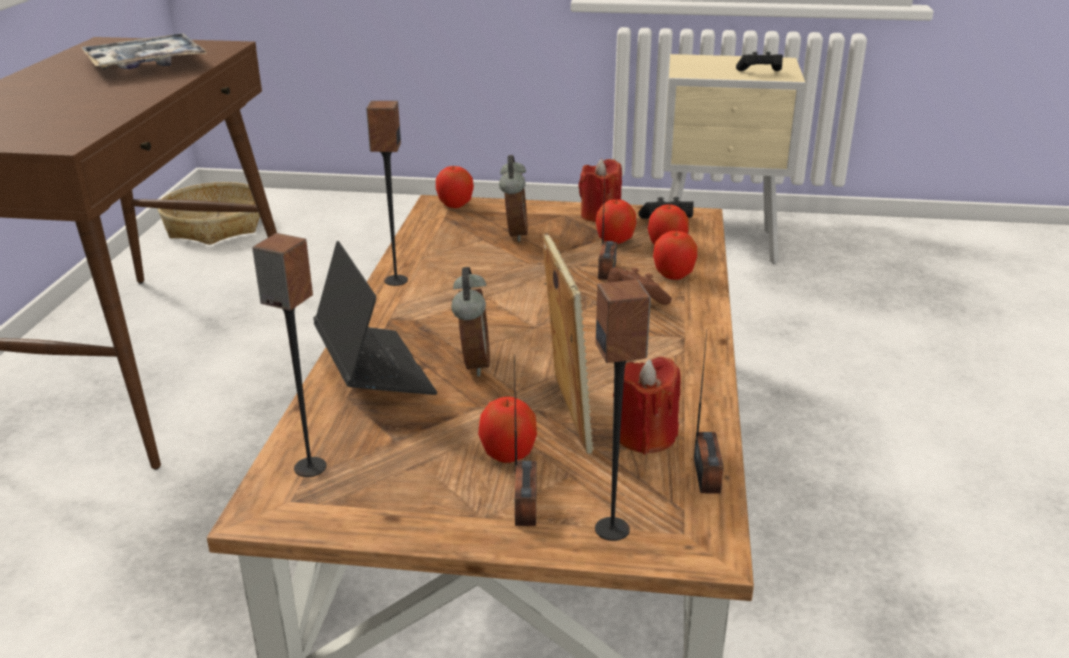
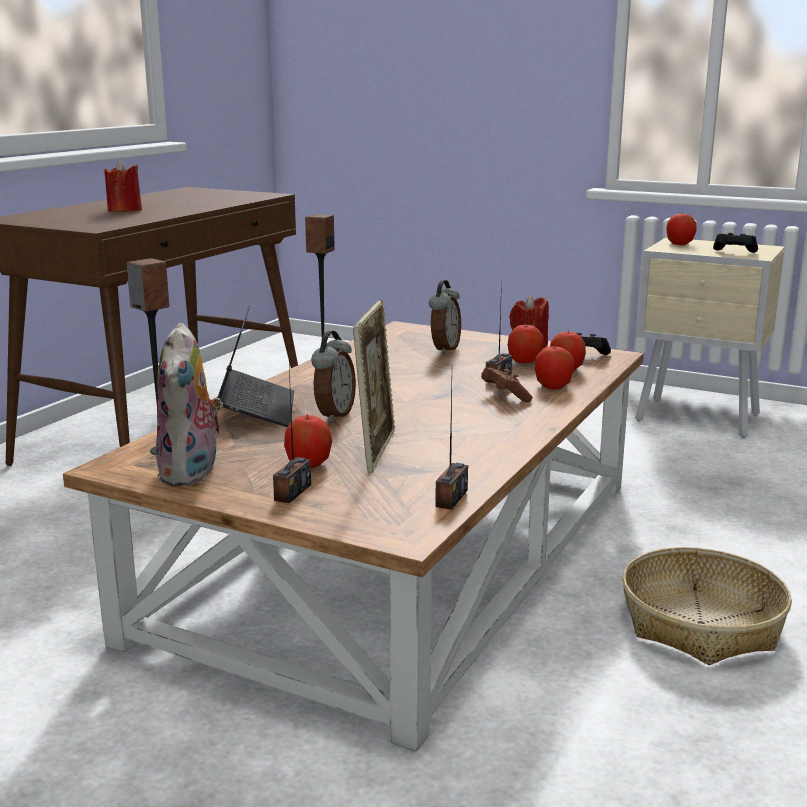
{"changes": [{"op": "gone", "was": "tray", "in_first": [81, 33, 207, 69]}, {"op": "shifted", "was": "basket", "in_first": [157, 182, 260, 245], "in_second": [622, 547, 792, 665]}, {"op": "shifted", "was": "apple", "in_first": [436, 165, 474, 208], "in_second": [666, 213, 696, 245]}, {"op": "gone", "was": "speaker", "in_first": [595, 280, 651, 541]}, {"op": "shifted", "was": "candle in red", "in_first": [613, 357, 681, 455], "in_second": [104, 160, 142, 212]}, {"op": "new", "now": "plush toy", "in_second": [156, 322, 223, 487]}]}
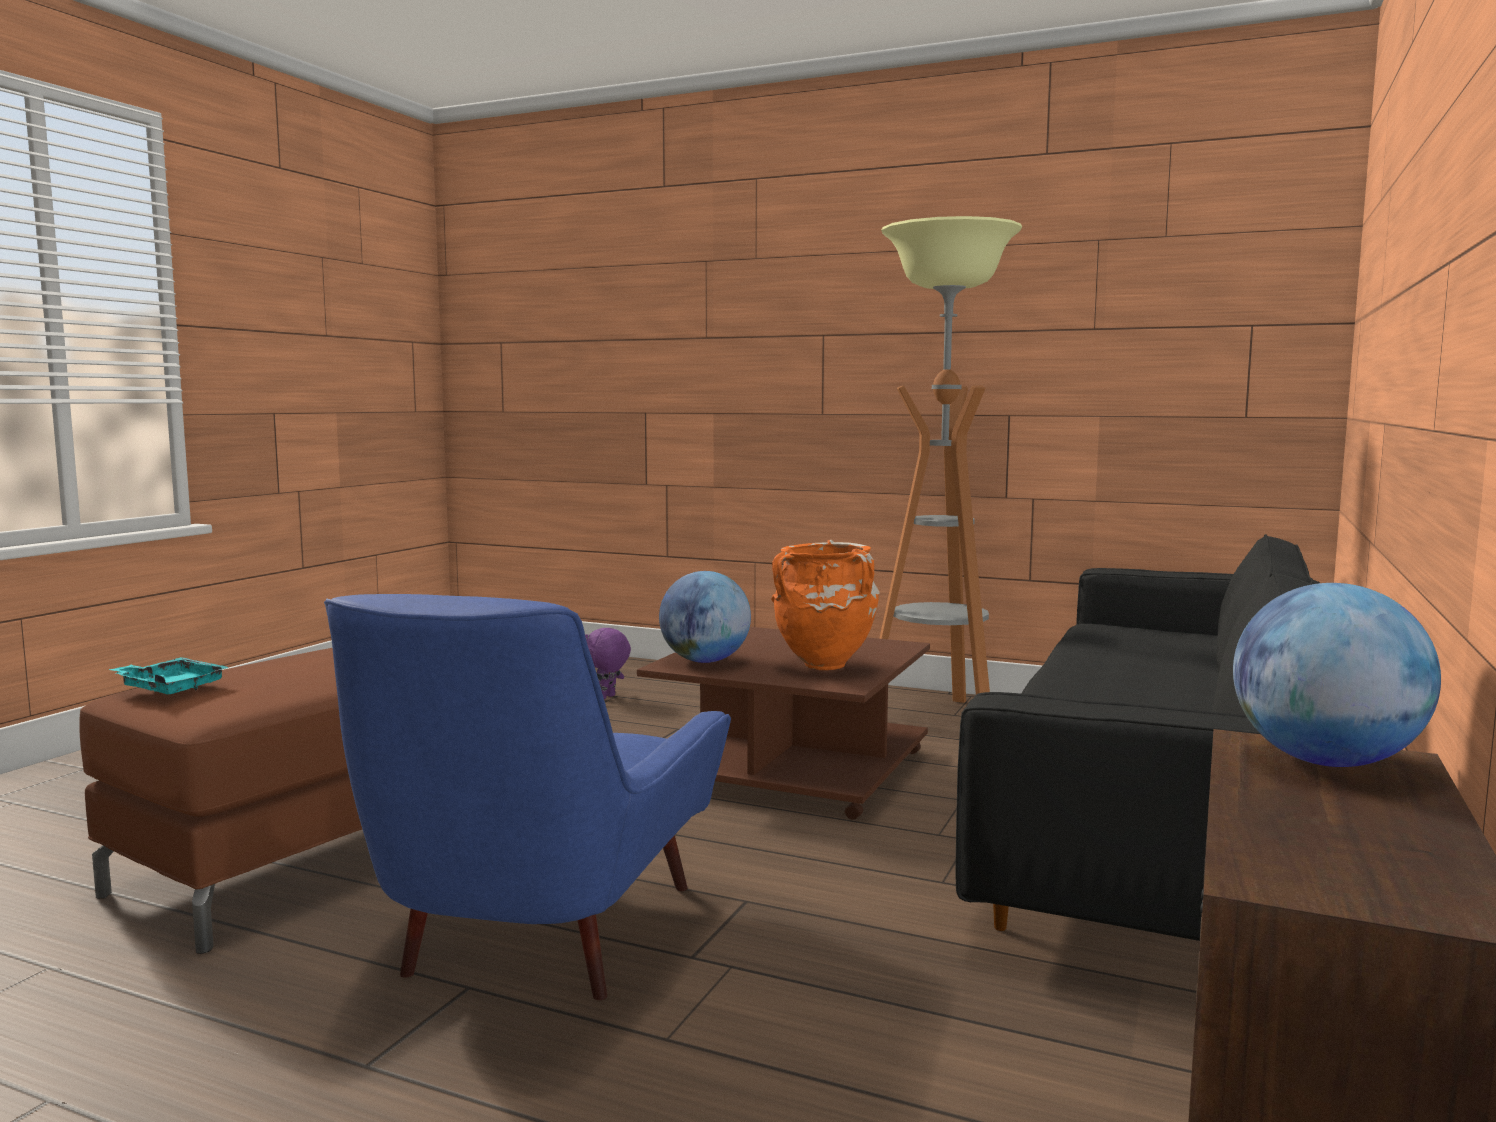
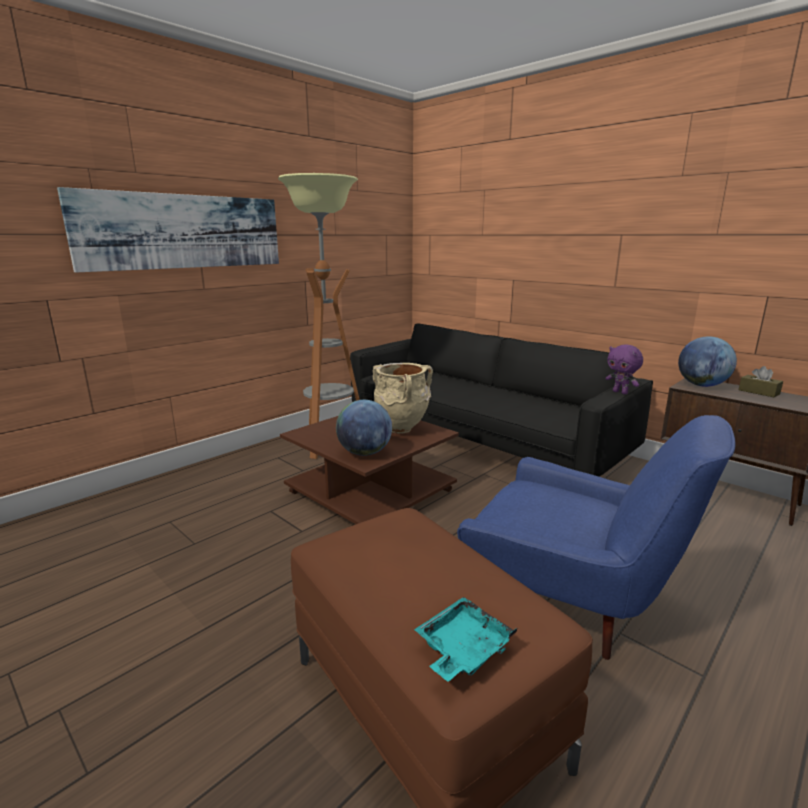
{"changes": [{"op": "shifted", "was": "plush toy in purple", "in_first": [585, 628, 631, 699], "in_second": [606, 344, 643, 394]}, {"op": "repainted", "was": "vase in orange", "now": "vase in beige", "in_first": [771, 540, 880, 670], "in_second": [372, 363, 433, 434]}, {"op": "new", "now": "picture", "in_second": [57, 187, 279, 273]}, {"op": "new", "now": "tissue box in brown", "in_second": [739, 366, 783, 397]}]}
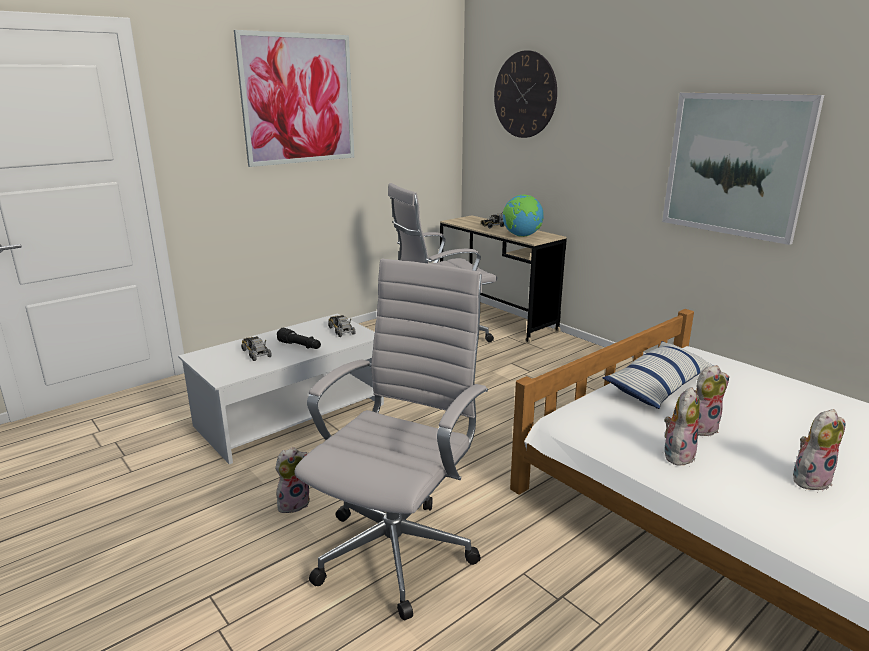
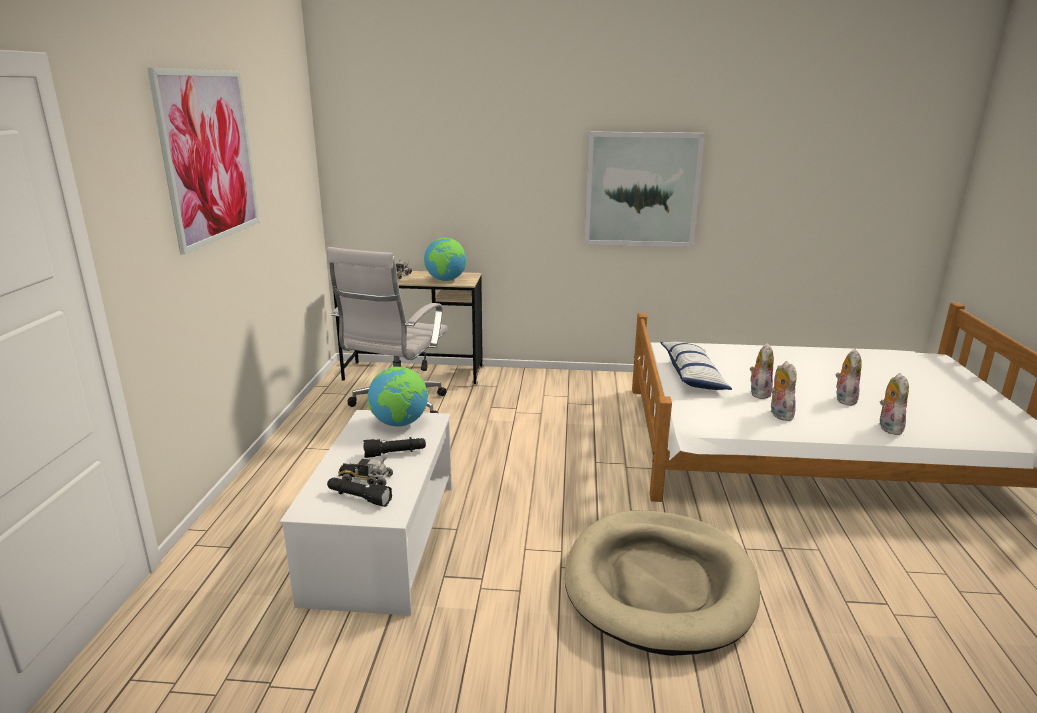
{"changes": [{"op": "shifted", "was": "plush toy", "in_first": [275, 447, 310, 513], "in_second": [880, 373, 909, 435]}, {"op": "swapped", "was": "office chair in white", "now": "dog bed in beige", "in_first": [294, 258, 488, 621], "in_second": [564, 511, 760, 656]}, {"op": "swapped", "was": "toy truck", "now": "globe", "in_first": [328, 315, 356, 337], "in_second": [367, 367, 428, 427]}, {"op": "gone", "was": "wall clock", "in_first": [494, 50, 557, 138]}, {"op": "new", "now": "flashlight in black", "in_second": [327, 478, 392, 507]}]}
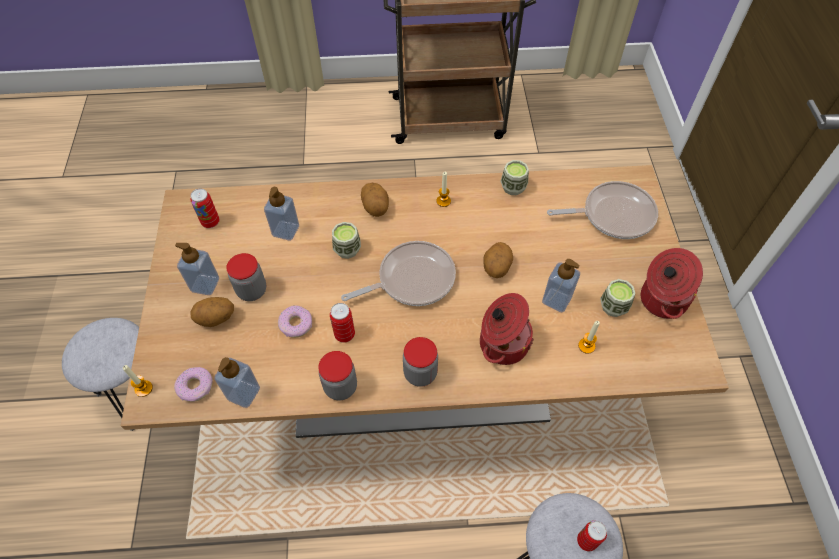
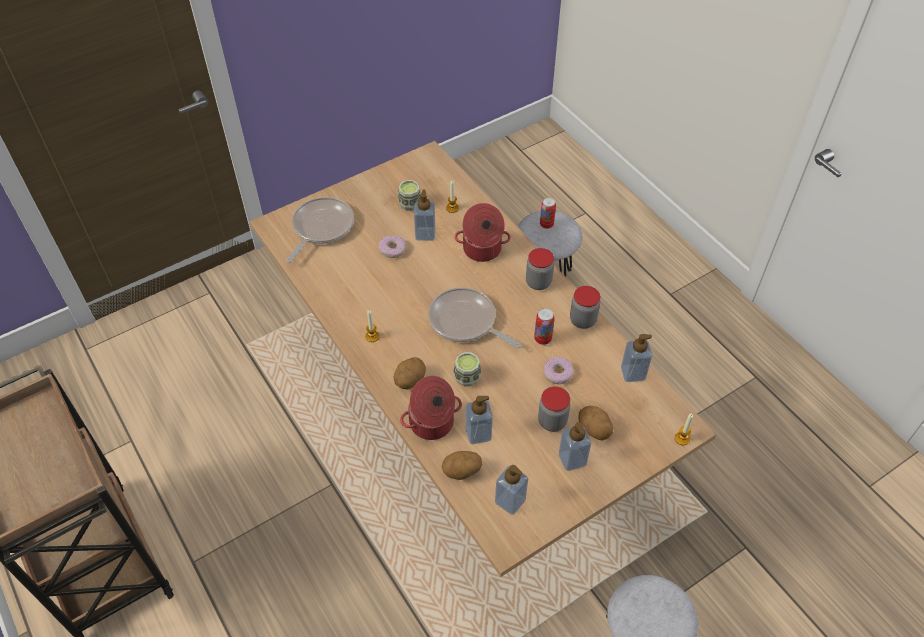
{"changes": [{"op": "shifted", "was": "donut", "in_first": [174, 367, 213, 402], "in_second": [378, 235, 406, 258]}, {"op": "swapped", "was": "can", "now": "soap dispenser", "in_first": [190, 188, 219, 228], "in_second": [495, 465, 528, 515]}, {"op": "shifted", "was": "potato", "in_first": [484, 242, 513, 278], "in_second": [442, 451, 482, 480]}, {"op": "gone", "was": "cup", "in_first": [500, 160, 529, 195]}, {"op": "rotated", "was": "frying pan", "in_first": [547, 181, 658, 239], "in_second": [286, 197, 354, 263], "clockwise": 60}, {"op": "shifted", "was": "cooking pot", "in_first": [641, 248, 703, 319], "in_second": [400, 376, 462, 440]}]}
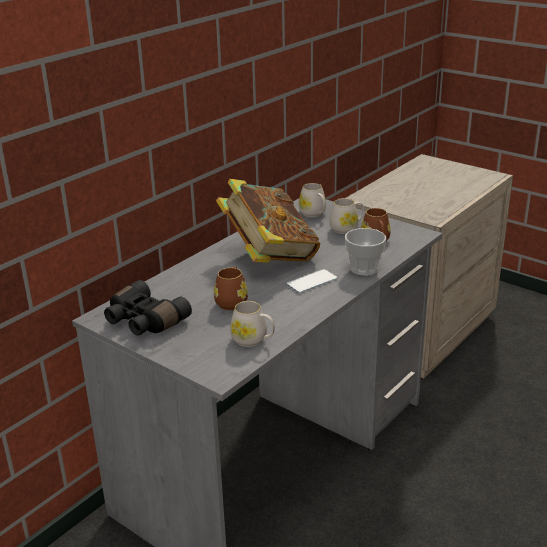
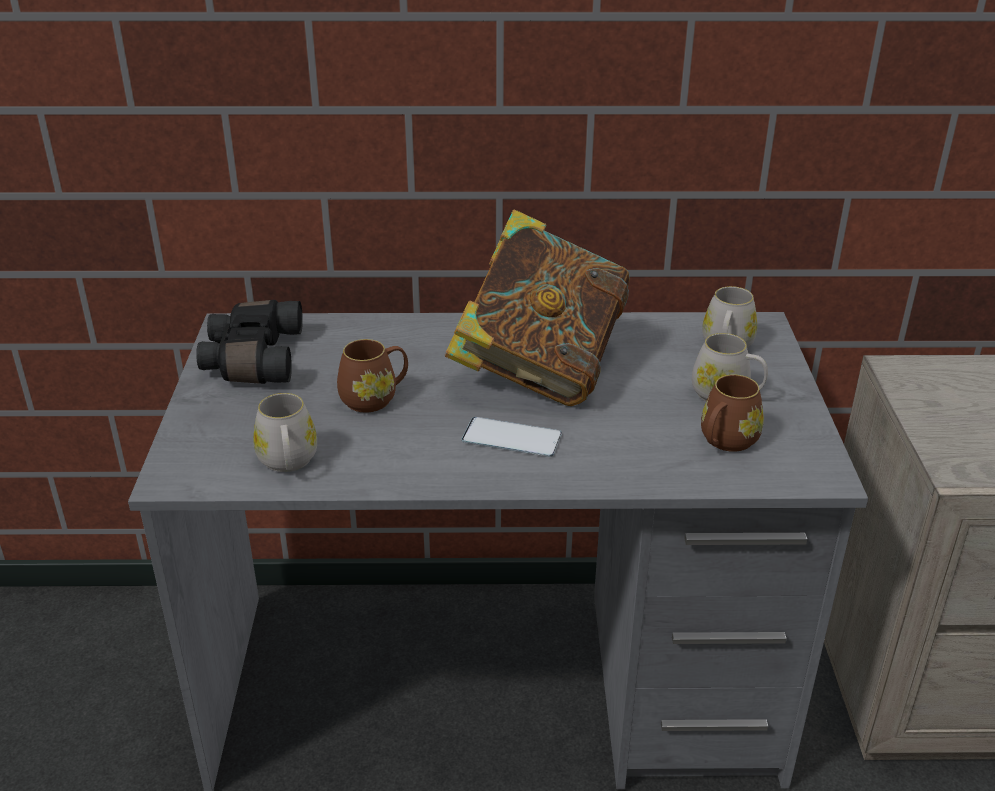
{"changes": [{"op": "gone", "was": "cup", "in_first": [345, 228, 386, 276]}]}
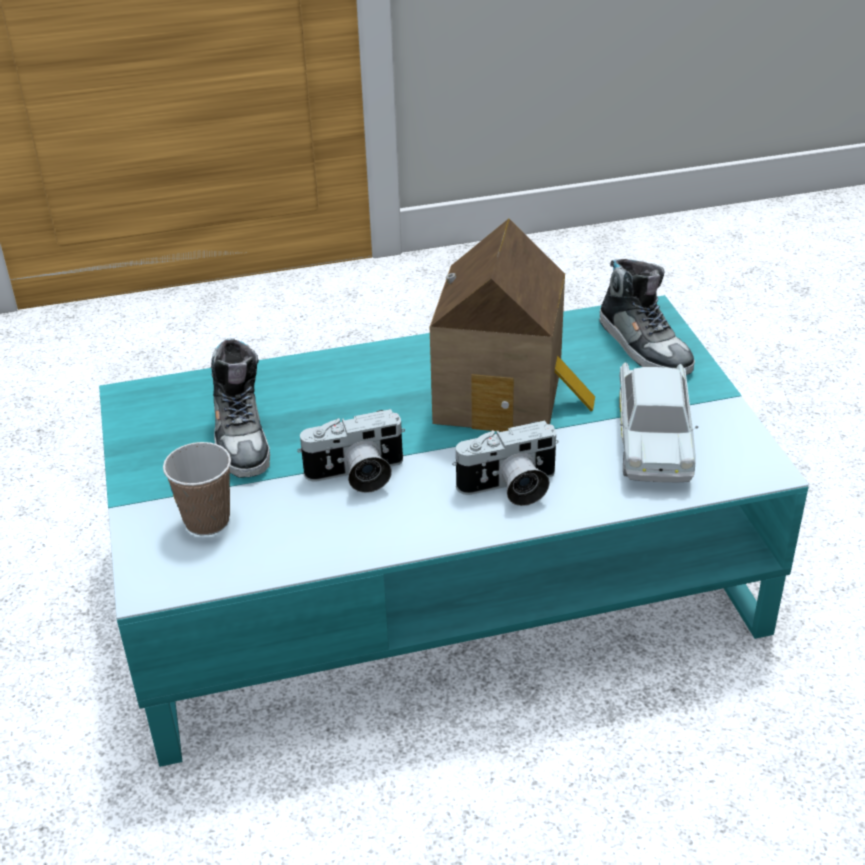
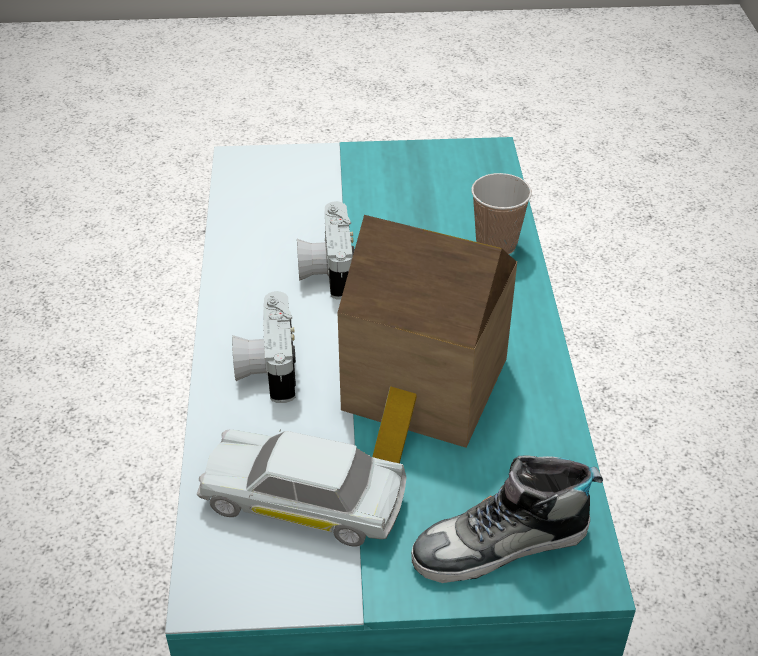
{"changes": [{"op": "shifted", "was": "cup", "in_first": [163, 442, 231, 535], "in_second": [471, 173, 532, 254]}, {"op": "gone", "was": "shoe", "in_first": [211, 339, 270, 478]}]}
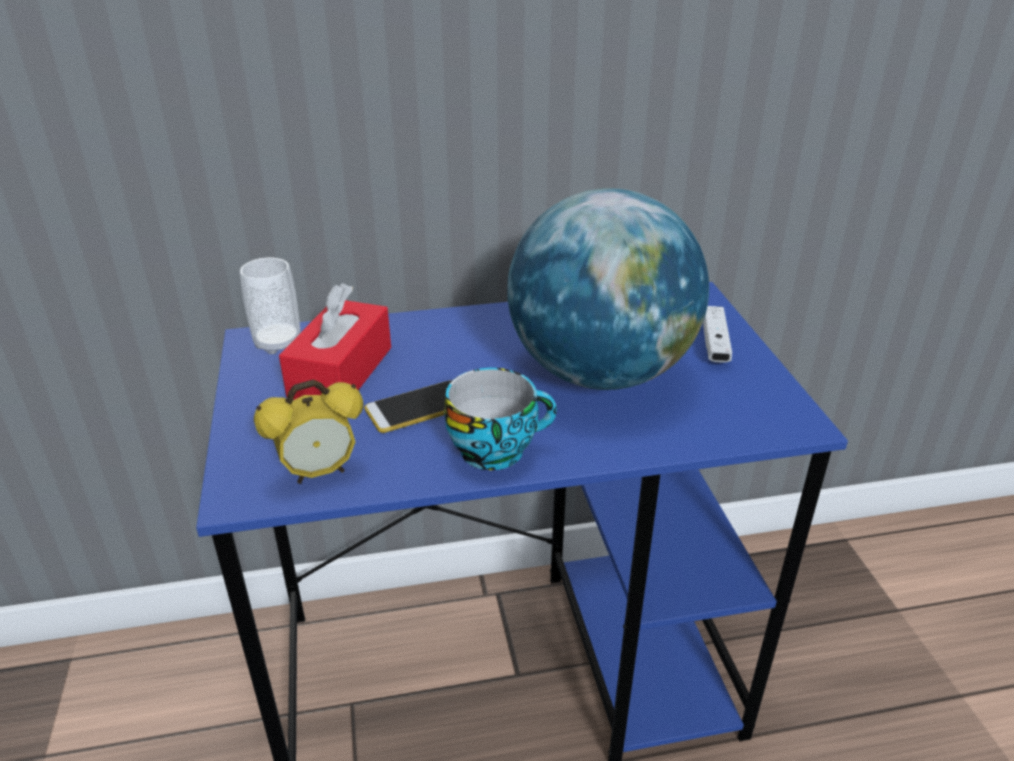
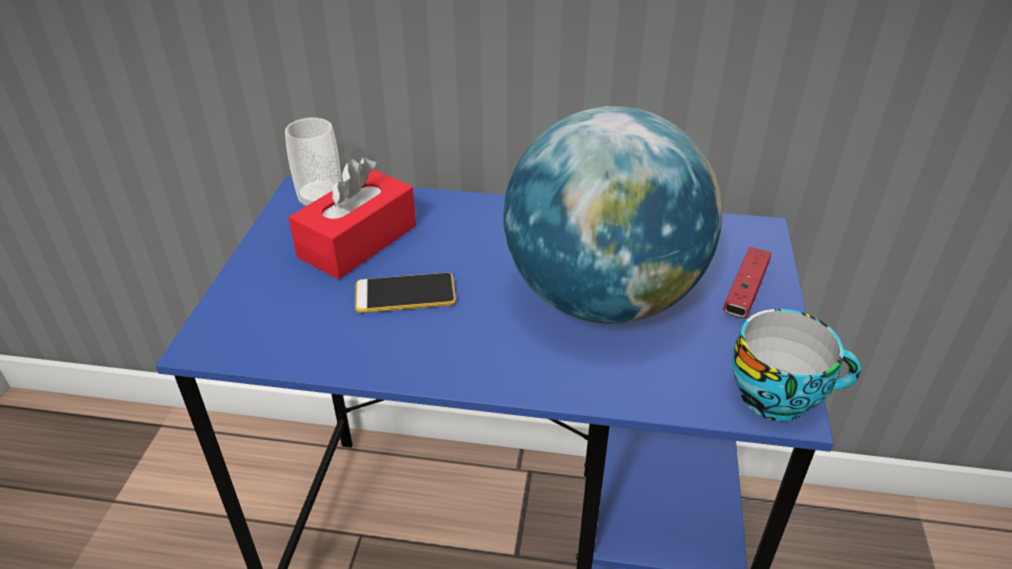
{"changes": [{"op": "gone", "was": "alarm clock", "in_first": [254, 379, 363, 484]}, {"op": "shifted", "was": "cup", "in_first": [444, 368, 557, 470], "in_second": [732, 309, 861, 421]}, {"op": "repainted", "was": "game controller in white", "now": "game controller in red", "in_first": [703, 306, 732, 363], "in_second": [723, 247, 771, 317]}]}
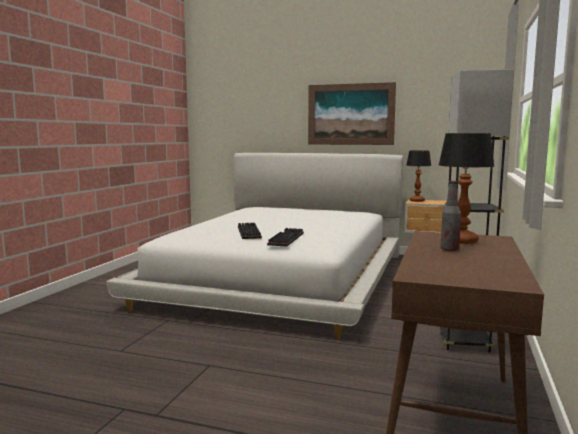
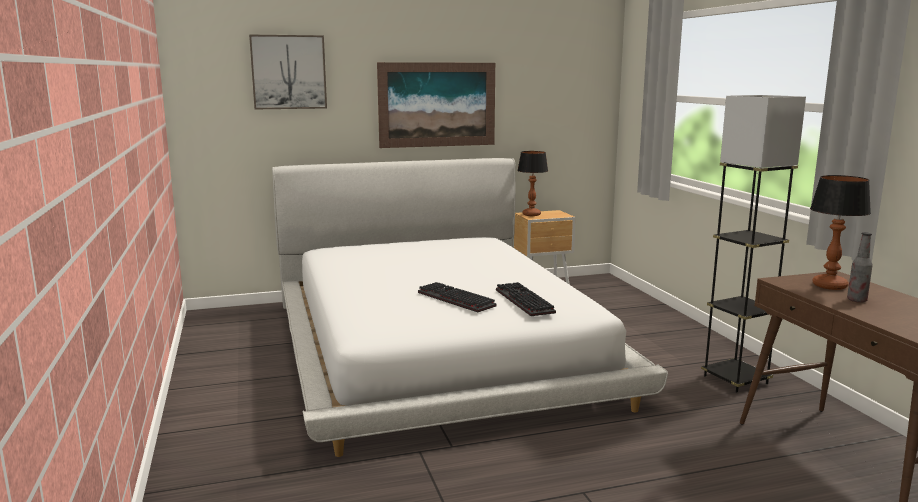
{"changes": [{"op": "new", "now": "picture", "in_second": [249, 34, 327, 109]}]}
